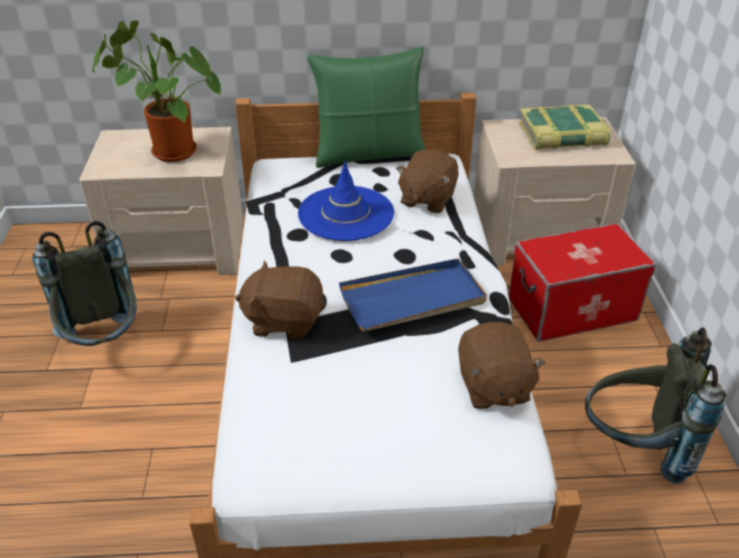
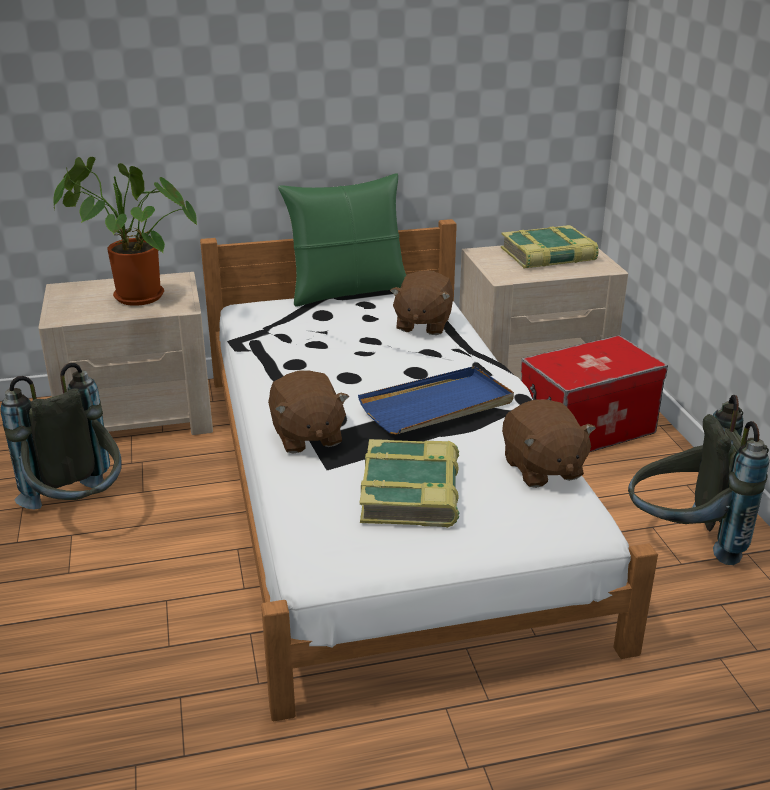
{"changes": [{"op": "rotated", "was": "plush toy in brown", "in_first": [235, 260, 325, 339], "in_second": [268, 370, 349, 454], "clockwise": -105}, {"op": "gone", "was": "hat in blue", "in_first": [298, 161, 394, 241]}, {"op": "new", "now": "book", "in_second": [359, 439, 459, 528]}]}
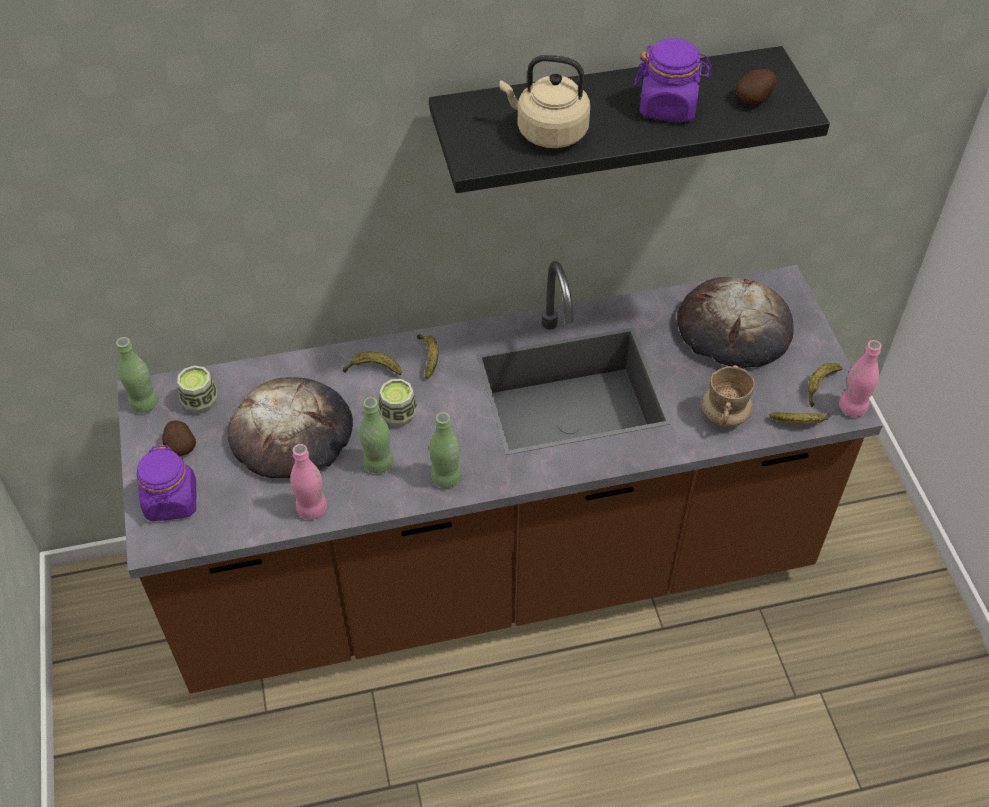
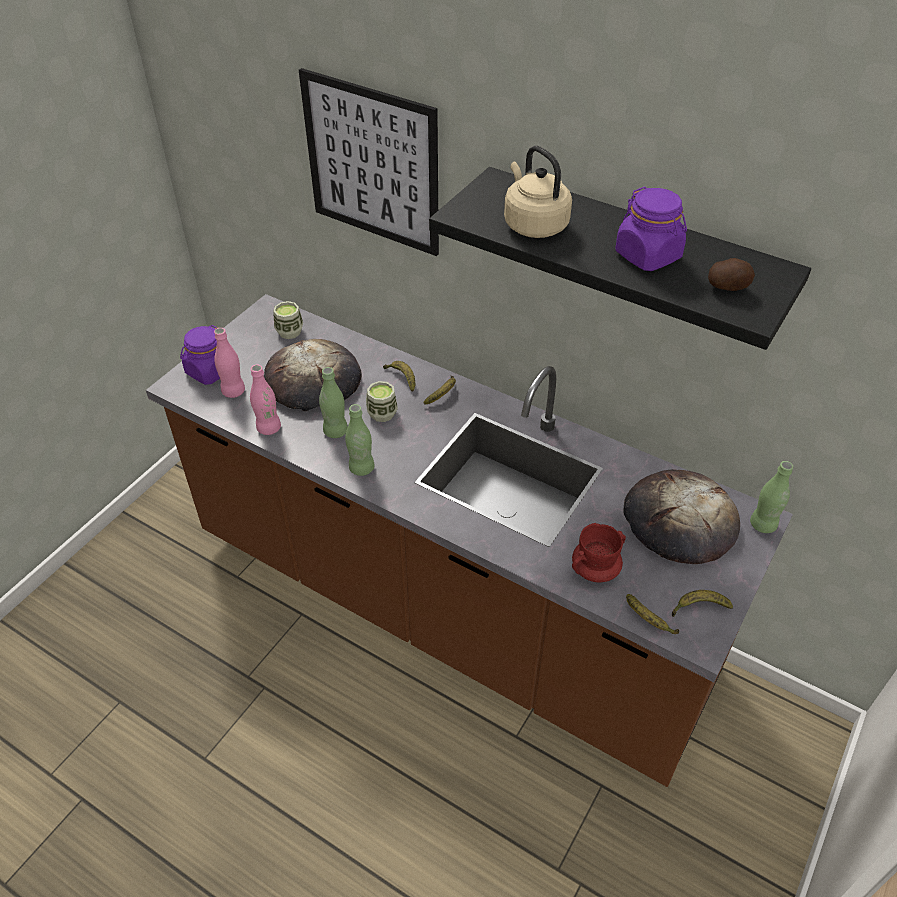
{"changes": [{"op": "shifted", "was": "bottle in green", "in_first": [116, 337, 159, 413], "in_second": [750, 461, 793, 533]}, {"op": "gone", "was": "potato", "in_first": [162, 421, 196, 456]}, {"op": "repainted", "was": "mug in beige", "now": "mug in red", "in_first": [701, 365, 754, 427], "in_second": [572, 523, 626, 582]}, {"op": "shifted", "was": "bottle in pink", "in_first": [839, 340, 882, 417], "in_second": [214, 328, 245, 398]}, {"op": "new", "now": "picture", "in_second": [299, 68, 439, 256]}]}
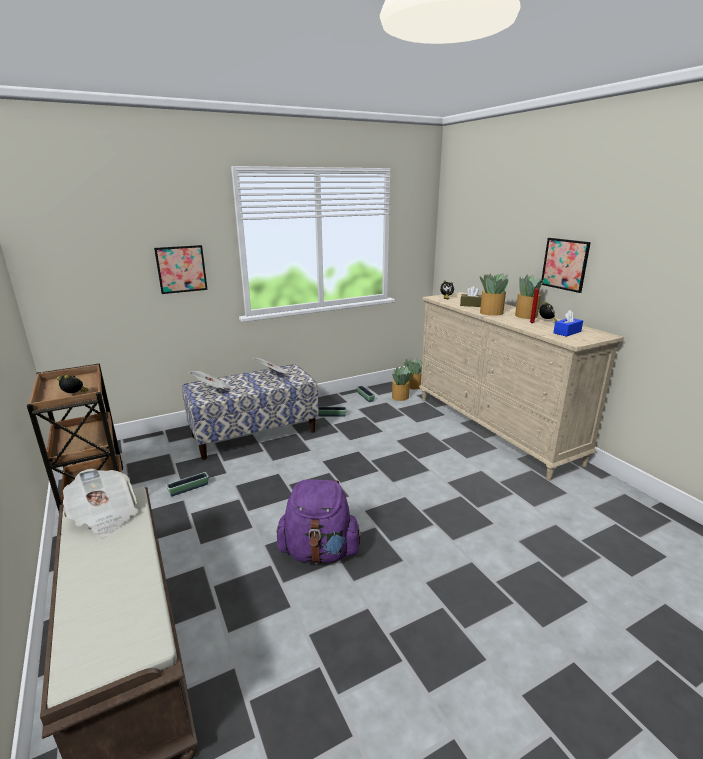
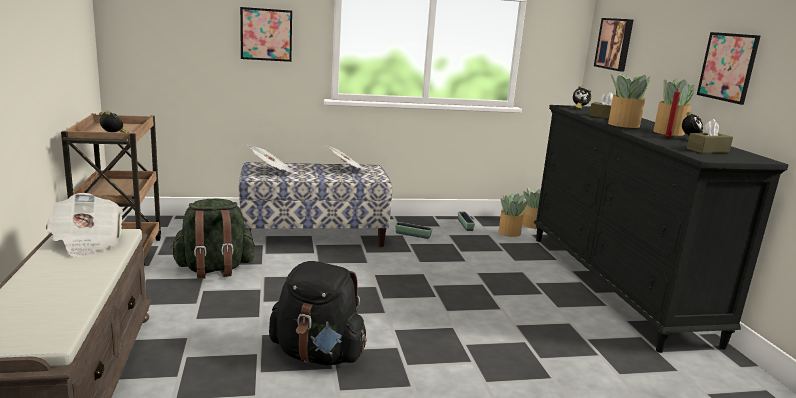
{"changes": [{"op": "swapped", "was": "planter", "now": "backpack in green", "in_first": [166, 472, 209, 496], "in_second": [170, 199, 255, 279]}, {"op": "repainted", "was": "backpack in purple", "now": "backpack in black", "in_first": [277, 479, 363, 564], "in_second": [269, 261, 367, 366]}, {"op": "repainted", "was": "dresser in beige", "now": "dresser in black", "in_first": [419, 292, 624, 481], "in_second": [533, 105, 789, 353]}, {"op": "repainted", "was": "tissue box in blue", "now": "tissue box in brown", "in_first": [553, 310, 583, 337], "in_second": [687, 119, 733, 153]}, {"op": "new", "now": "picture", "in_second": [594, 18, 633, 72]}]}
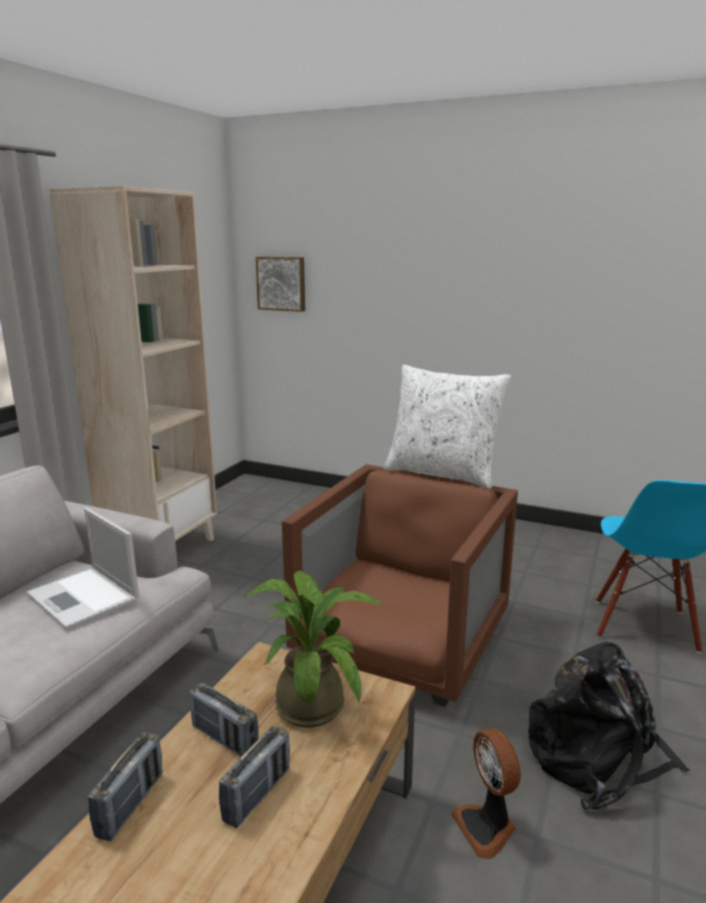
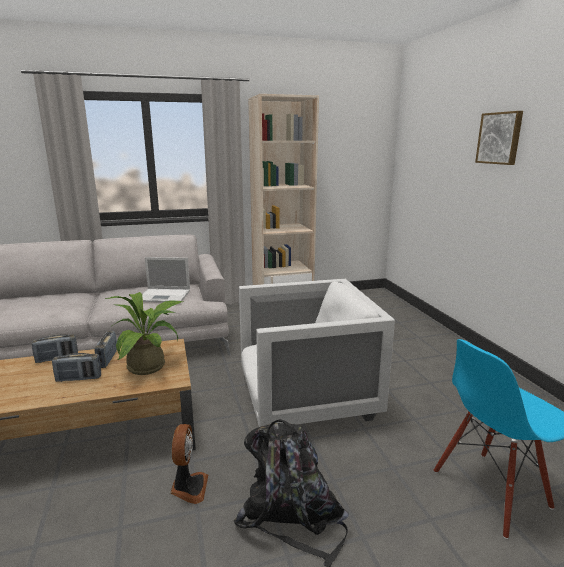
{"changes": [{"op": "rotated", "was": "laptop", "in_first": [26, 508, 139, 630], "in_second": [142, 257, 190, 303], "clockwise": -90}, {"op": "shifted", "was": "picture", "in_first": [256, 257, 305, 312], "in_second": [475, 111, 523, 165]}, {"op": "repainted", "was": "armchair in brown", "now": "armchair in white", "in_first": [282, 464, 518, 707], "in_second": [239, 279, 395, 427]}, {"op": "gone", "was": "pillow in white", "in_first": [383, 365, 511, 489]}, {"op": "rotated", "was": "fan", "in_first": [451, 728, 521, 859], "in_second": [170, 424, 208, 504], "clockwise": 150}]}
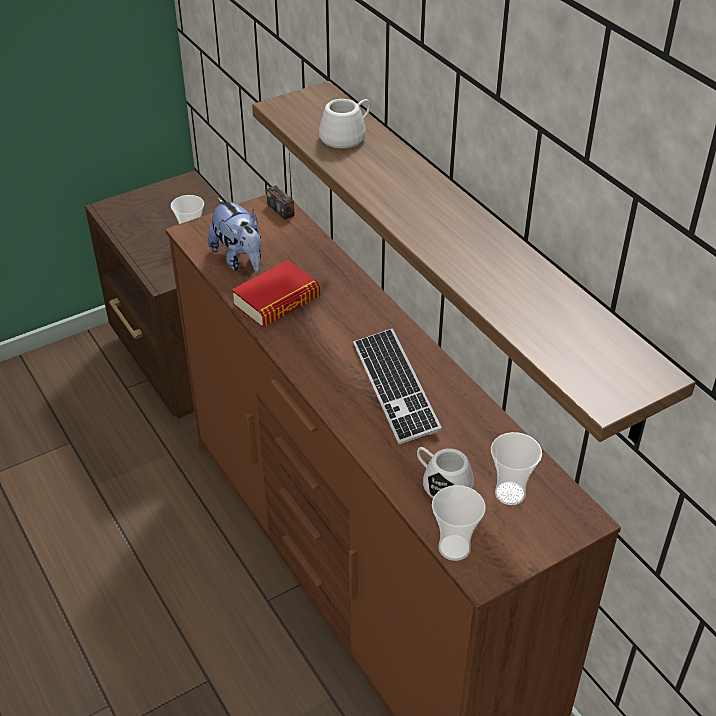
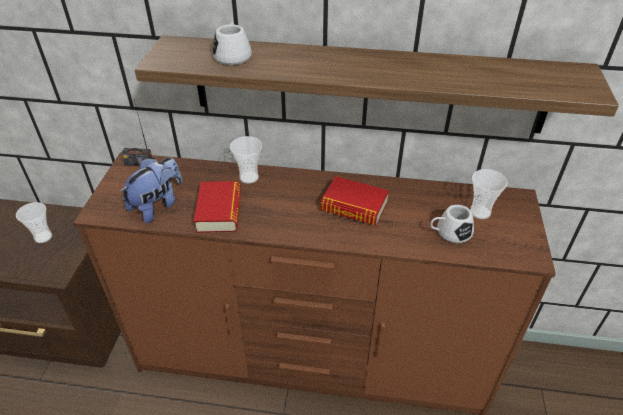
{"changes": [{"op": "rotated", "was": "plush toy", "in_first": [208, 198, 261, 272], "in_second": [120, 157, 182, 223], "clockwise": -60}, {"op": "swapped", "was": "keyboard", "now": "book", "in_first": [353, 328, 442, 444], "in_second": [321, 176, 389, 226]}, {"op": "shifted", "was": "cup", "in_first": [432, 485, 486, 561], "in_second": [230, 136, 262, 184]}]}
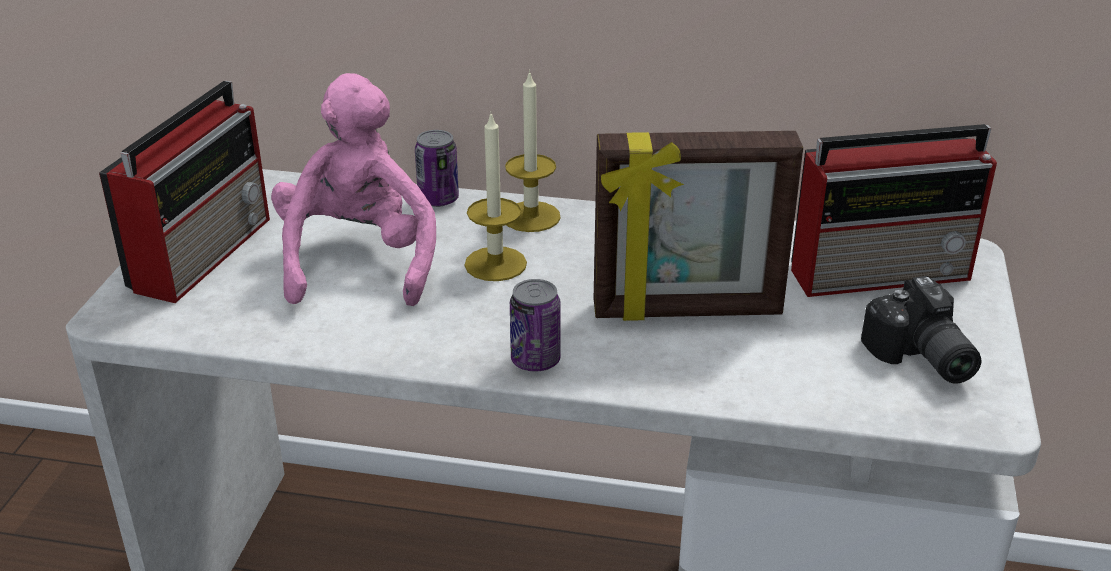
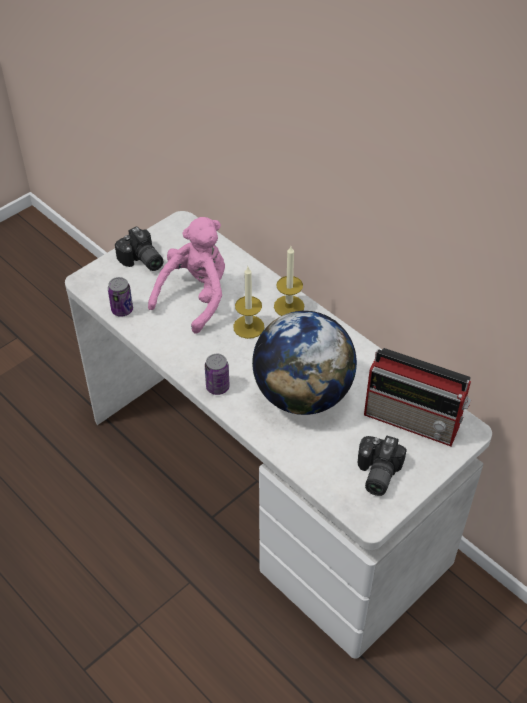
{"changes": [{"op": "swapped", "was": "radio", "now": "photo camera", "in_first": [99, 81, 270, 303], "in_second": [115, 226, 164, 271]}, {"op": "shifted", "was": "can", "in_first": [415, 130, 459, 207], "in_second": [108, 277, 133, 317]}, {"op": "swapped", "was": "picture frame", "now": "globe", "in_first": [594, 131, 803, 321], "in_second": [252, 311, 357, 415]}]}
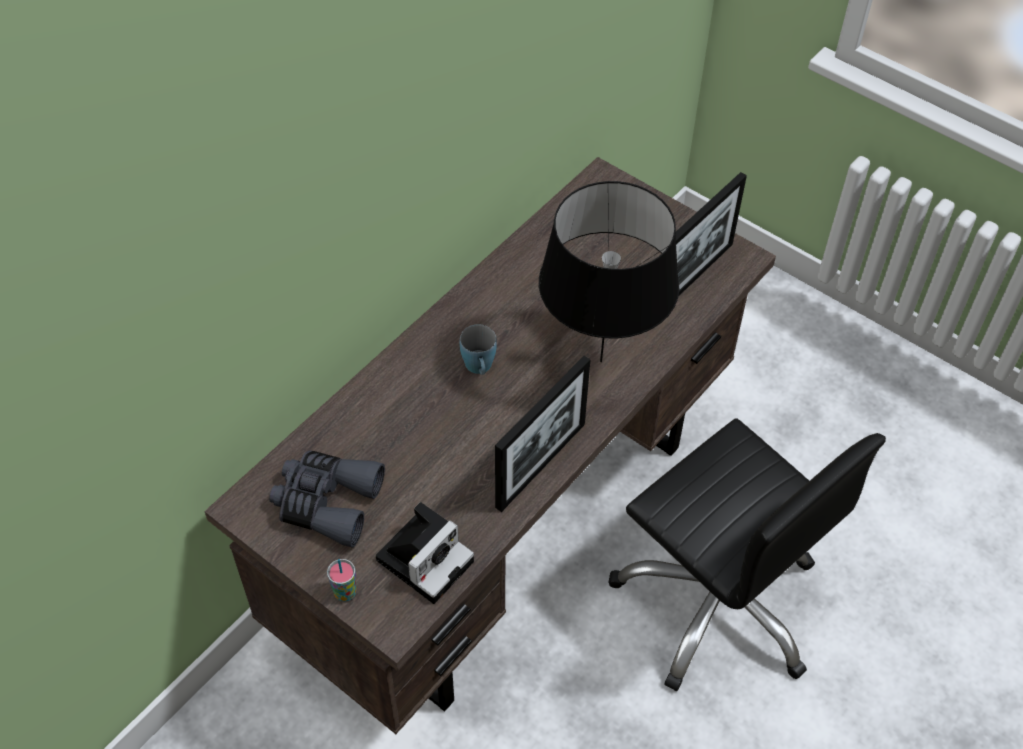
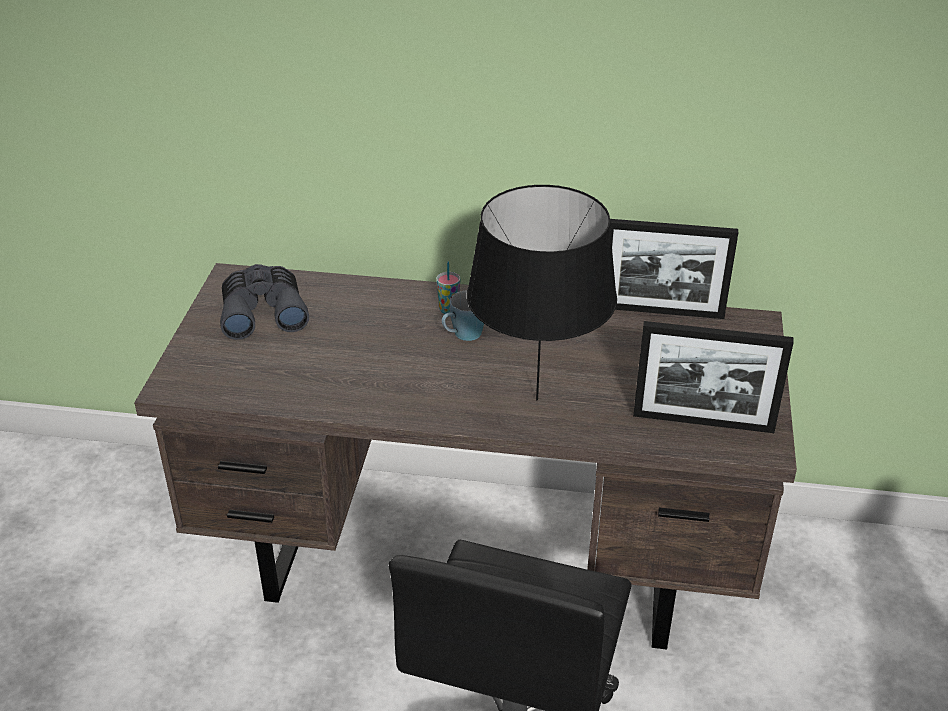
{"changes": [{"op": "shifted", "was": "cup", "in_first": [327, 559, 357, 601], "in_second": [436, 261, 460, 314]}, {"op": "gone", "was": "photo camera", "in_first": [376, 502, 474, 604]}, {"op": "shifted", "was": "picture frame", "in_first": [495, 356, 591, 512], "in_second": [610, 219, 738, 319]}]}
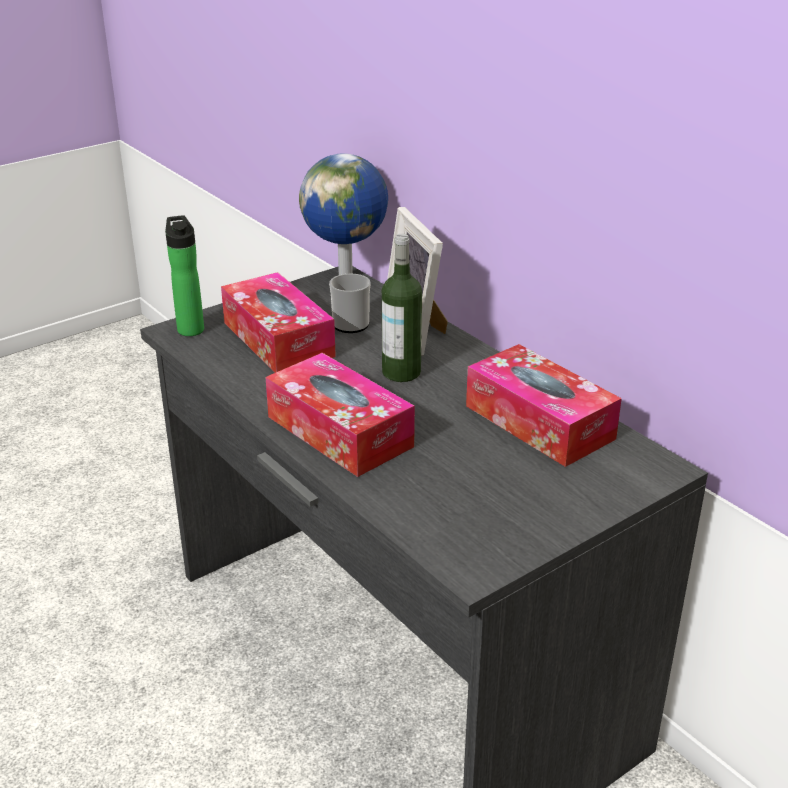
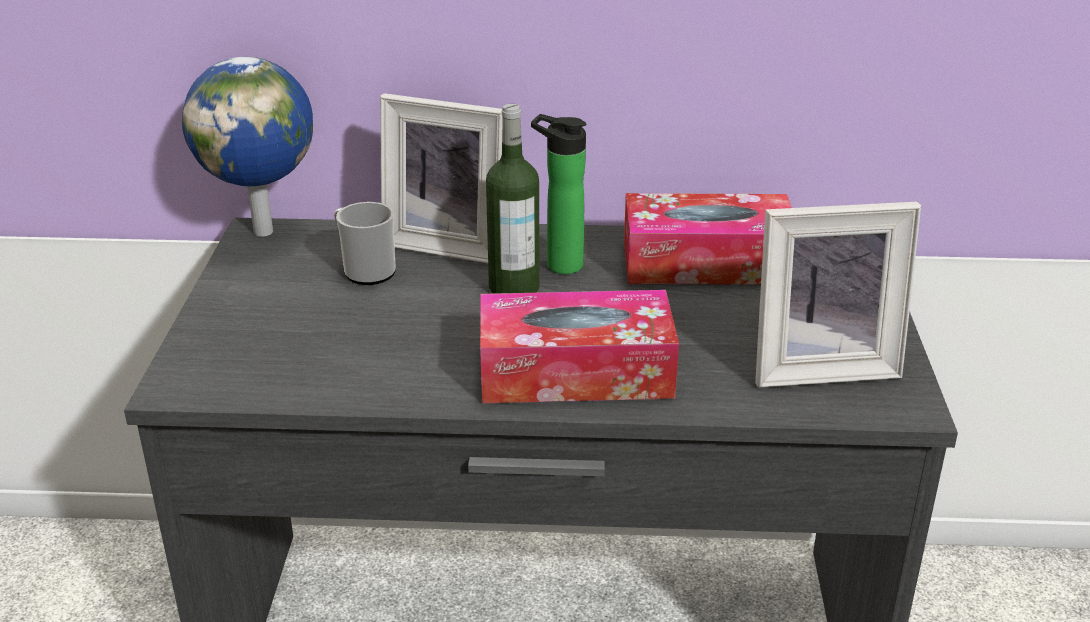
{"changes": [{"op": "shifted", "was": "bottle", "in_first": [165, 215, 204, 336], "in_second": [531, 114, 586, 274]}, {"op": "gone", "was": "tissue box", "in_first": [221, 272, 336, 373]}, {"op": "new", "now": "picture frame", "in_second": [755, 202, 921, 388]}]}
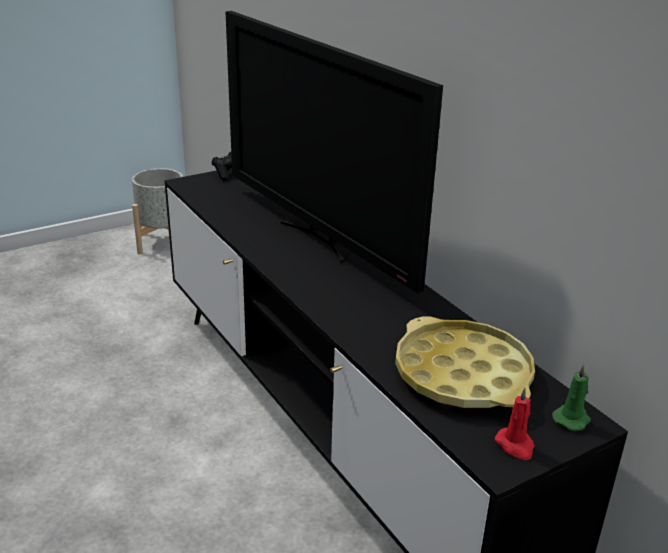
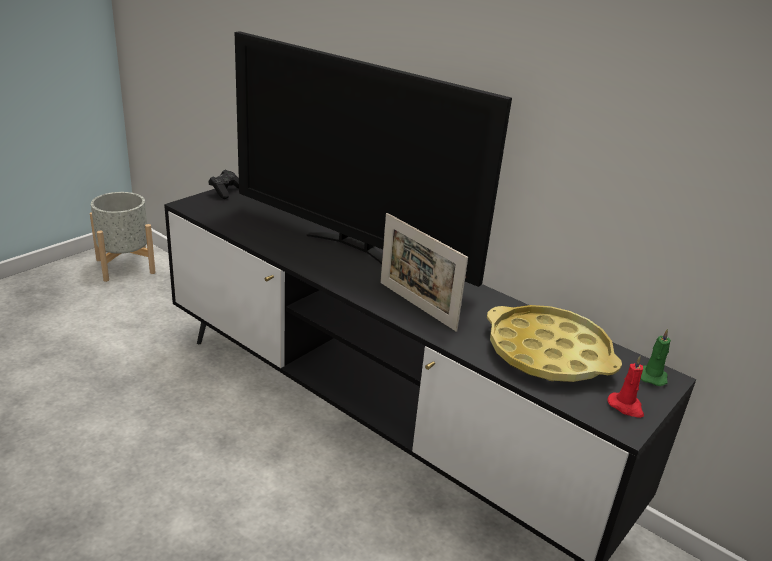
{"changes": [{"op": "new", "now": "picture frame", "in_second": [380, 213, 468, 332]}]}
